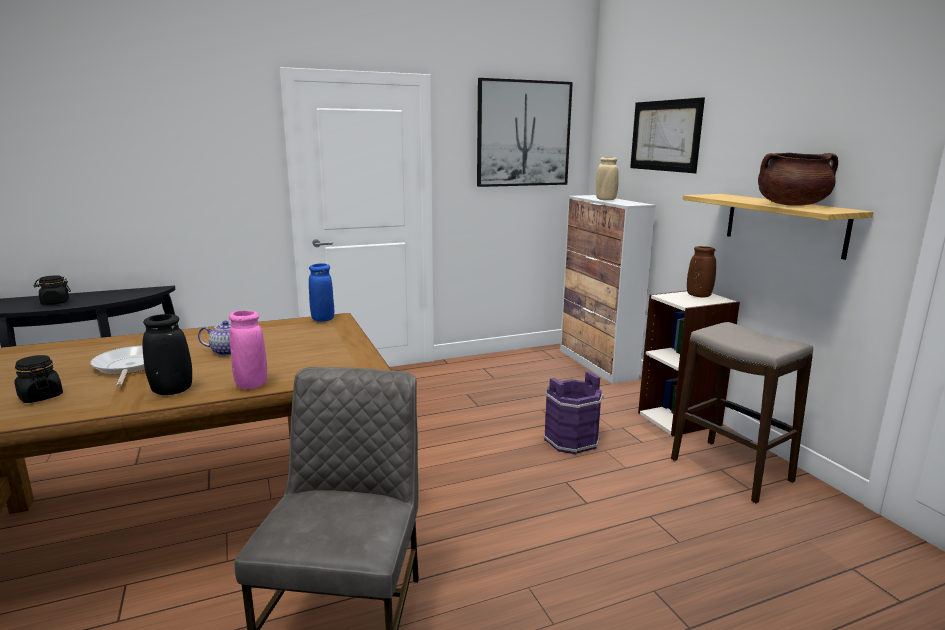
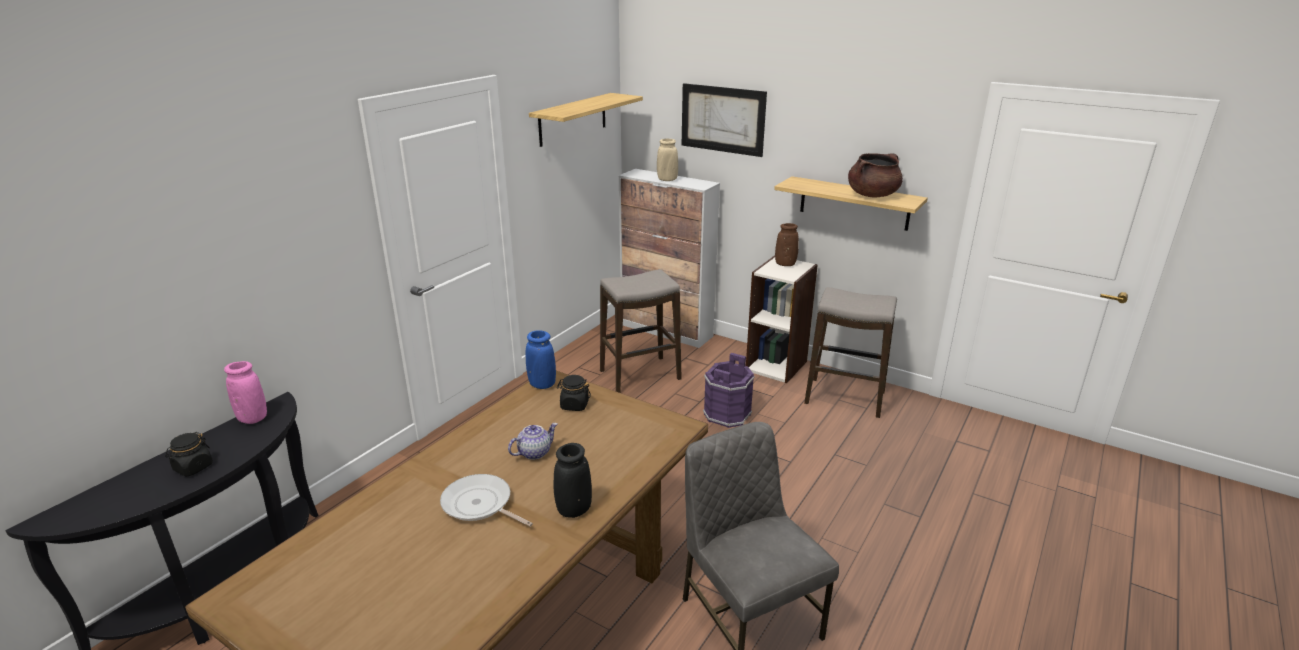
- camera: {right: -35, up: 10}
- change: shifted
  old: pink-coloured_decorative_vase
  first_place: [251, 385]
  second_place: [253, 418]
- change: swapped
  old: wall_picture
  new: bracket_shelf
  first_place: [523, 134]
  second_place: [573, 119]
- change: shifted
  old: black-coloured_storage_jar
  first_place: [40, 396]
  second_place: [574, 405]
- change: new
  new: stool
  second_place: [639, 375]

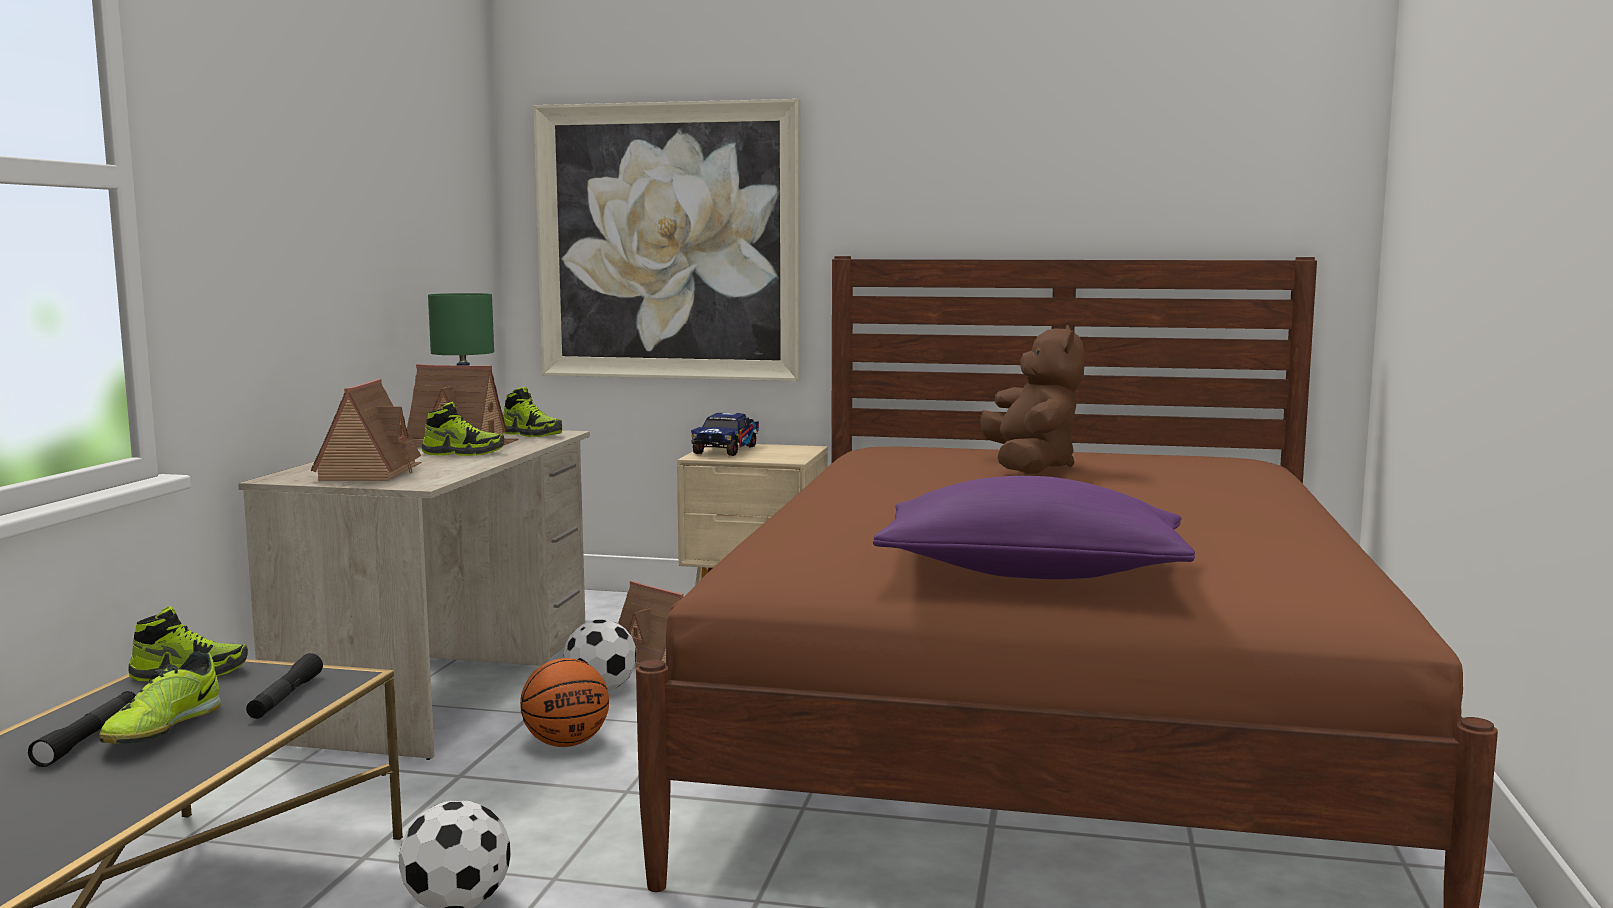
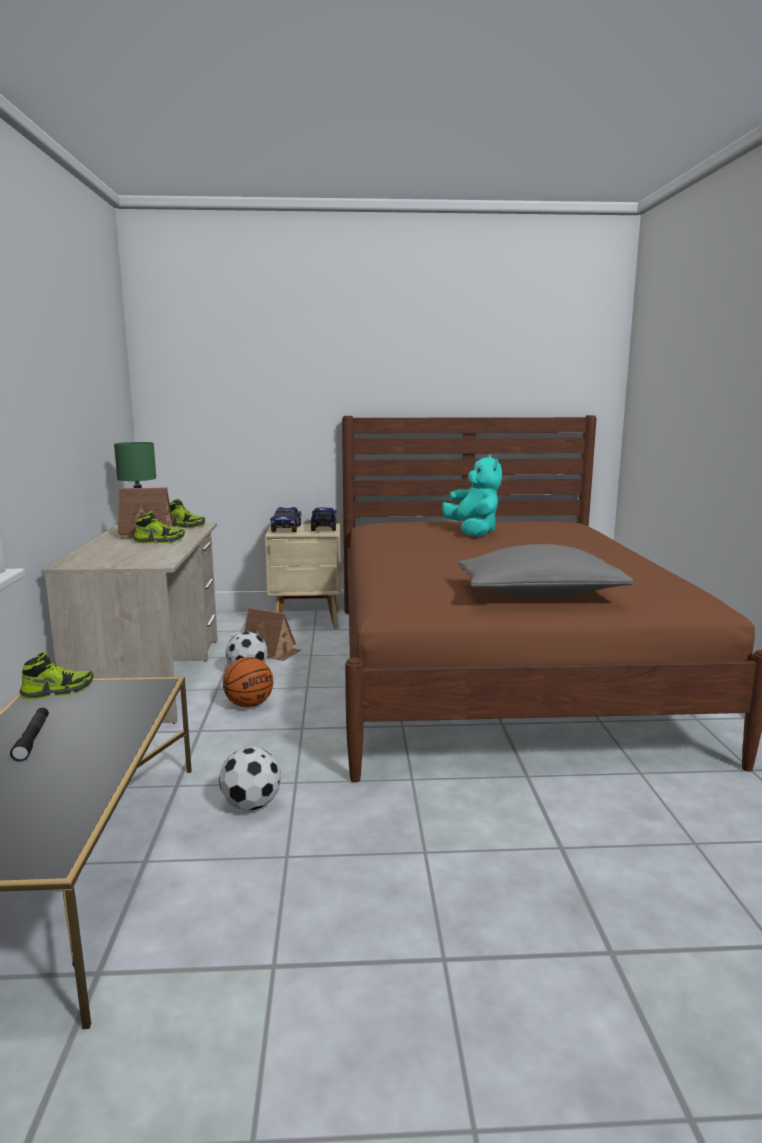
- camera: {right: -15, up: 5}
- change: new
  new: toy_lorry
  second_place: [323, 528]
- change: repainted
  old: brown-coloured_soft_toy
  new: blue-green_soft_toy
  first_place: [1030, 467]
  second_place: [473, 532]
- change: repainted
  old: purple-coloured_throw_pillow
  new: gray_throw_pillow
  first_place: [1031, 573]
  second_place: [540, 595]
- change: gone
  old: item_of_footwear
  first_place: [162, 729]
- change: gone
  old: black-coloured_torch
  first_place: [285, 697]
- change: gone
  old: miniature_house
  first_place: [370, 472]
- change: gone
  old: wall_picture
  first_place: [668, 242]

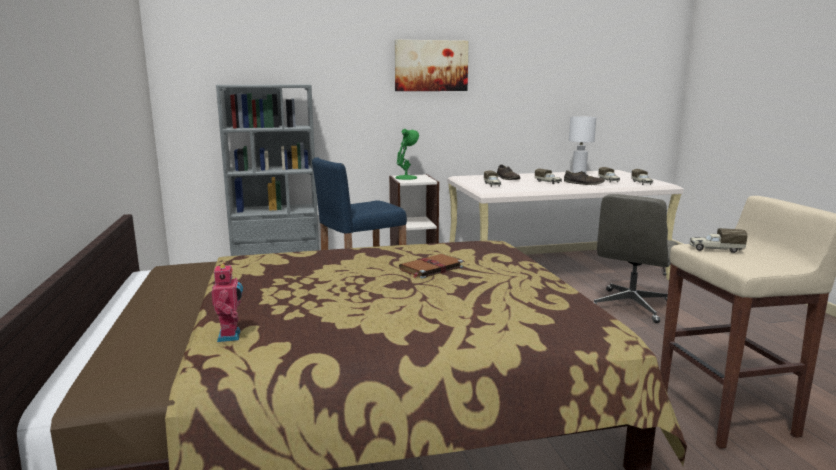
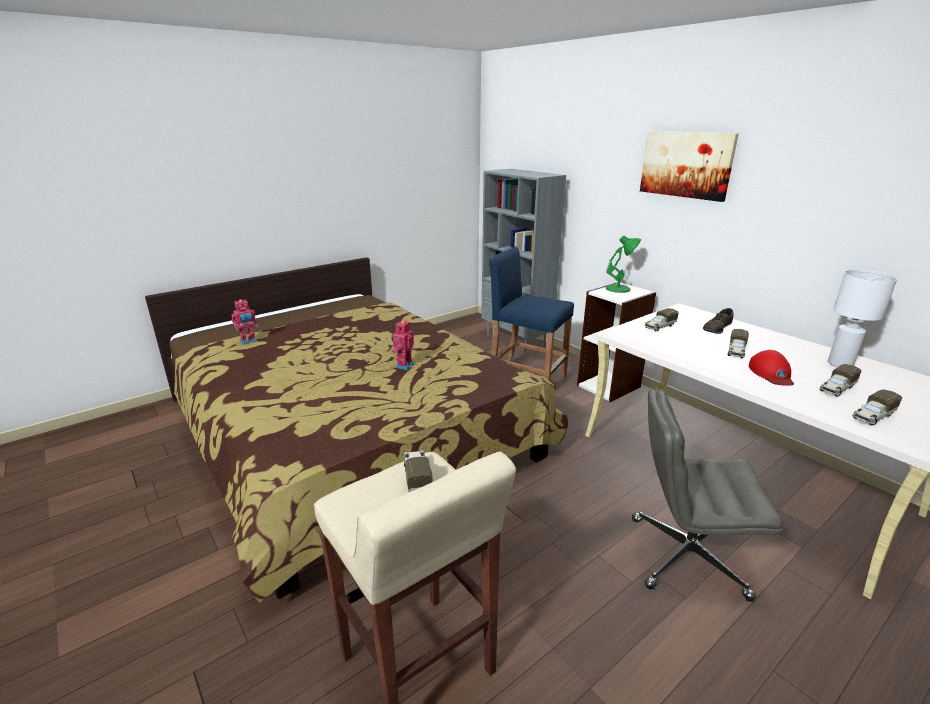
- camera: {right: 65, up: 10}
- change: swapped
  old: brown-coloured_book
  new: robot_figure
  first_place: [430, 268]
  second_place: [404, 365]
- change: swapped
  old: brown-coloured_item_of_footwear
  new: reddish_cap
  first_place: [583, 183]
  second_place: [771, 373]

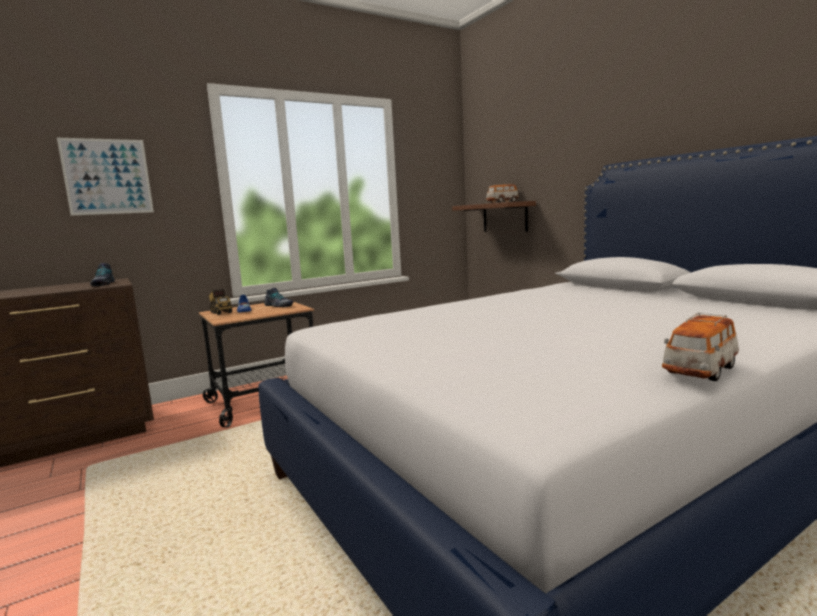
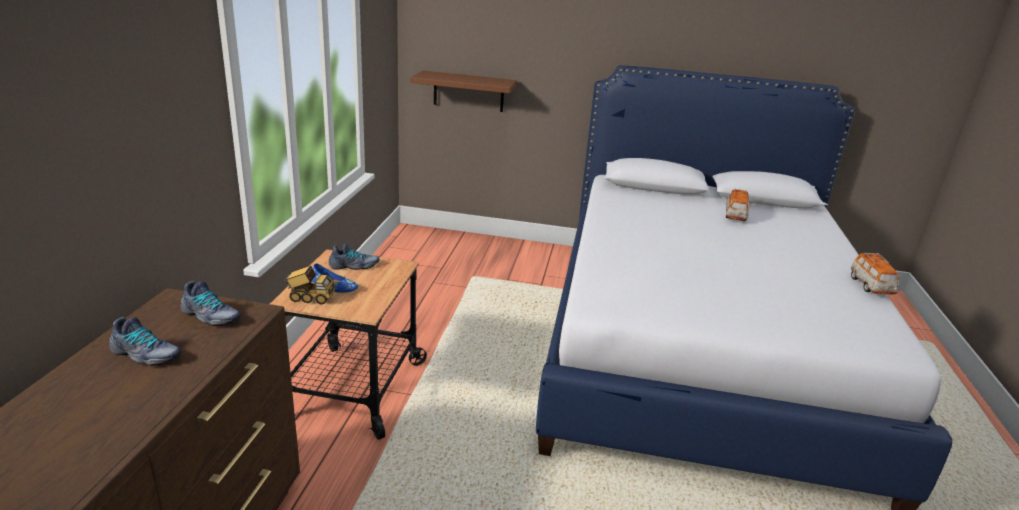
- camera: {right: -50, up: 15}
- change: new
  new: item_of_footwear
  second_place: [145, 355]
- change: shifted
  old: toy_car
  first_place: [502, 202]
  second_place: [735, 216]
- change: gone
  old: wall_picture
  first_place: [107, 176]

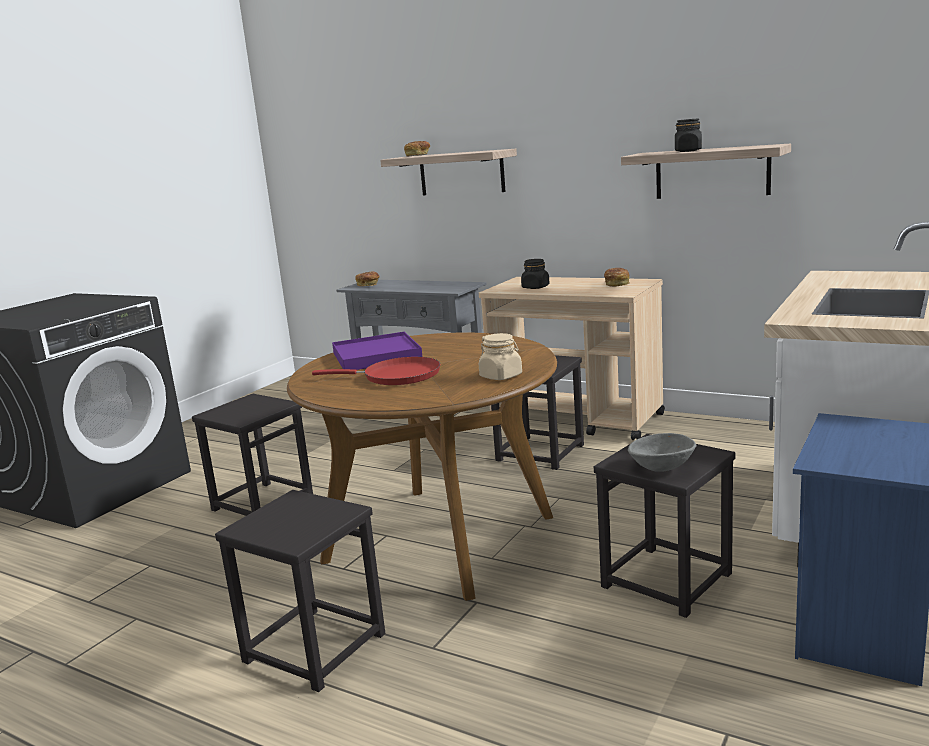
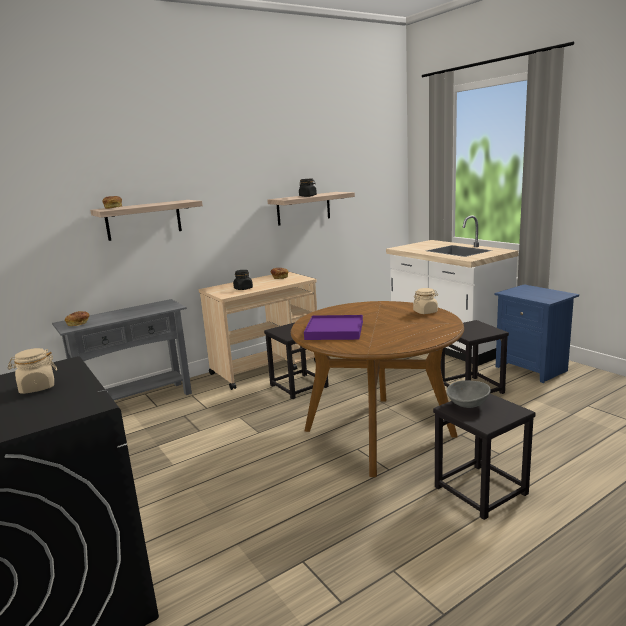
- camera: {right: -65, up: 0}
- change: new
  new: beige-coloured_storage_jar
  second_place: [37, 387]
- change: shifted
  old: gray_deep_dish
  first_place: [661, 469]
  second_place: [468, 405]
- change: gone
  old: black-coloured_stool
  first_place: [262, 503]
- change: gone
  old: reddish_frying_pan
  first_place: [396, 376]

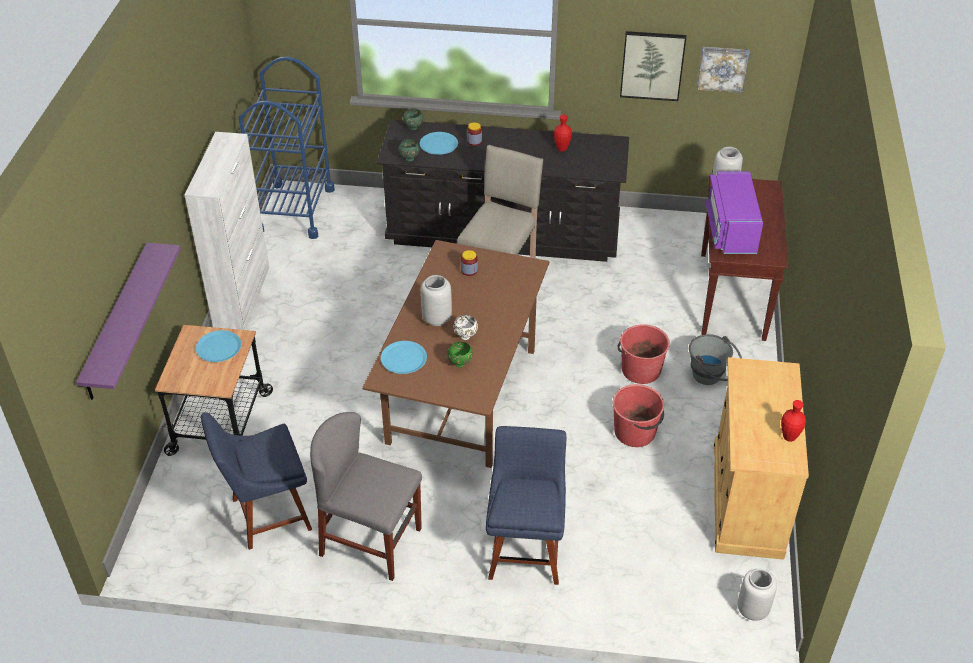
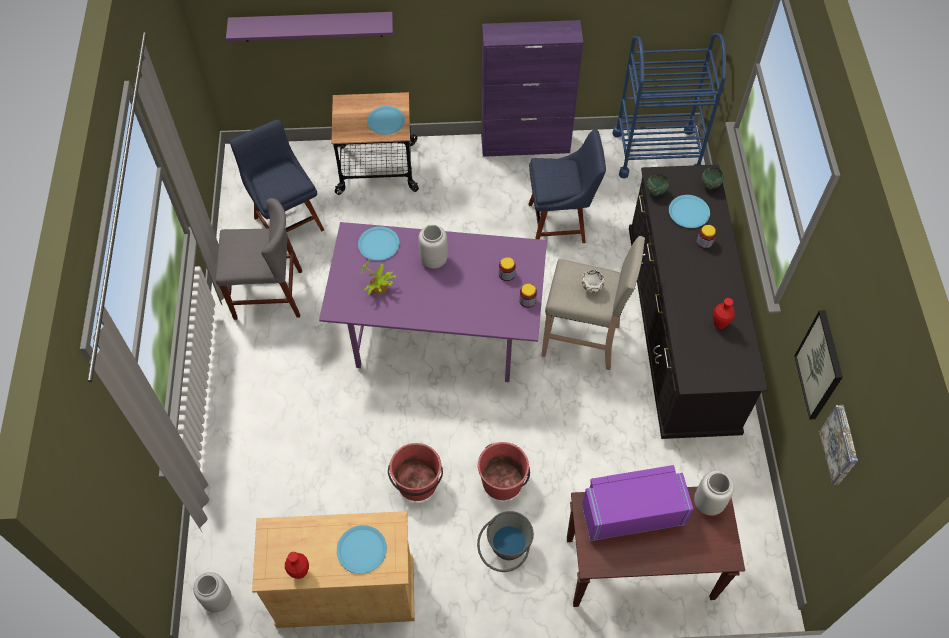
- camera: {right: 80, up: 15}
- change: rotated
  old: gray_plain_chair
  first_place: [371, 542]
  second_place: [268, 294]
  degrees: 75
- change: repainted
  old: brown-coloured_dining_table
  new: purple-coloured_dining_table
  first_place: [461, 394]
  second_place: [440, 330]
- change: new
  new: blue-coloured_plate
  second_place: [361, 550]
- change: swapped
  old: green_deep_dish
  new: houseplant
  first_place: [460, 363]
  second_place: [378, 287]
- change: repainted
  old: whitish_cupboard
  new: purple-coloured_cupboard
  first_place: [242, 297]
  second_place: [526, 144]
- change: new
  new: storage_jar
  second_place: [527, 300]
- change: shifted
  old: blue-coloured_plain_chair
  first_place: [525, 550]
  second_place: [560, 222]
- change: shifted
  old: whitish_deep_dish
  first_place: [466, 337]
  second_place: [591, 289]

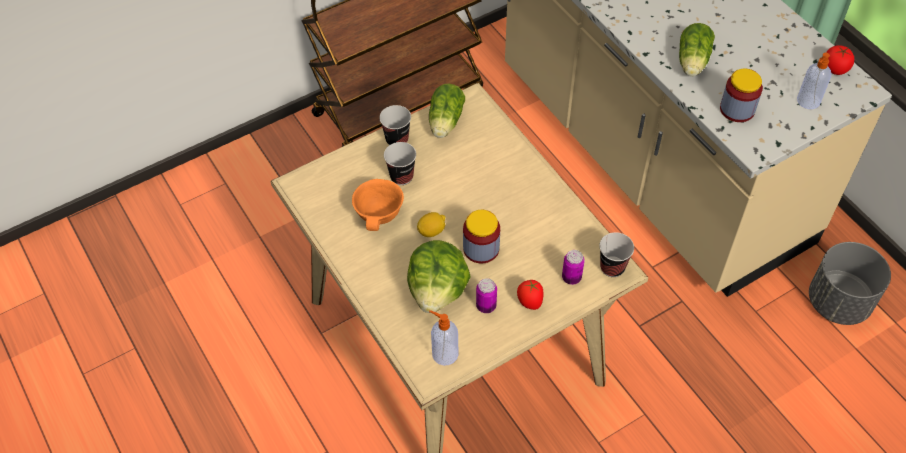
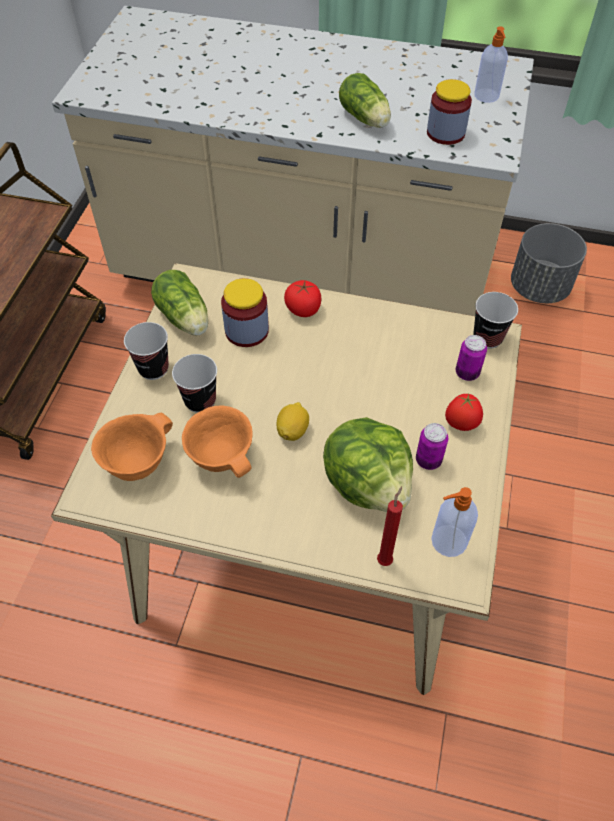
- camera: {right: -45, up: 0}
- change: new
  new: orange-coloured_deep_dish
  second_place: [137, 462]
- change: shifted
  old: storage_jar
  first_place: [481, 248]
  second_place: [246, 331]
- change: shifted
  old: fresh_tomato
  first_place: [835, 68]
  second_place: [303, 309]
- change: new
  new: reddish_wax_light
  second_place: [385, 559]

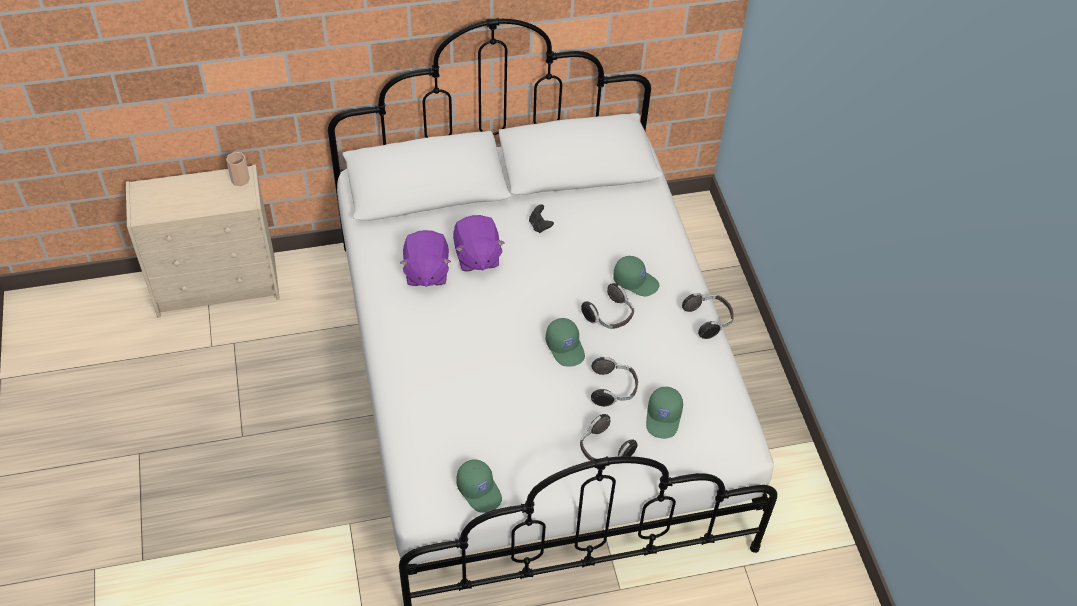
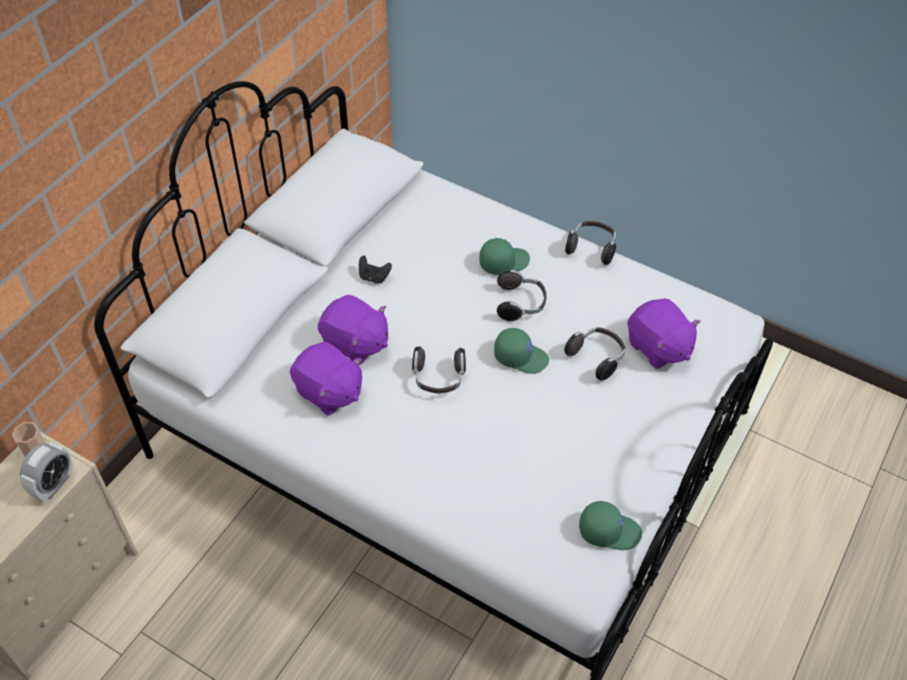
- camera: {right: -45, up: 0}
- change: new
  new: alarm_clock
  second_place: [54, 484]
- change: shifted
  old: headset
  first_place: [604, 450]
  second_place: [438, 378]
- change: swapped
  old: green_cap
  new: purple-coloured_soft_toy
  first_place: [664, 417]
  second_place: [658, 347]

